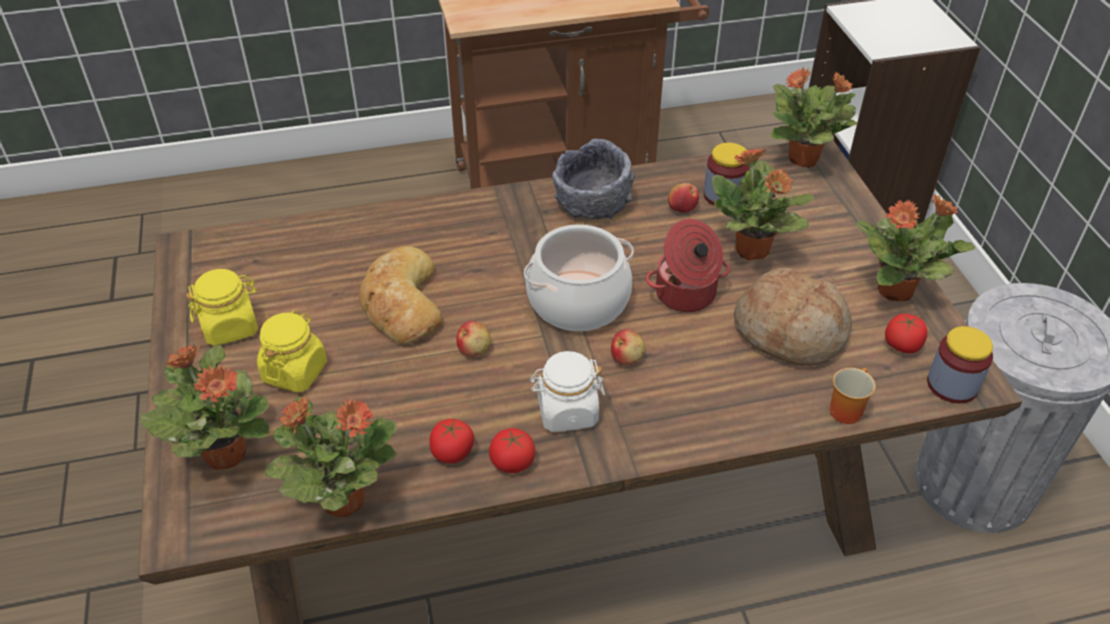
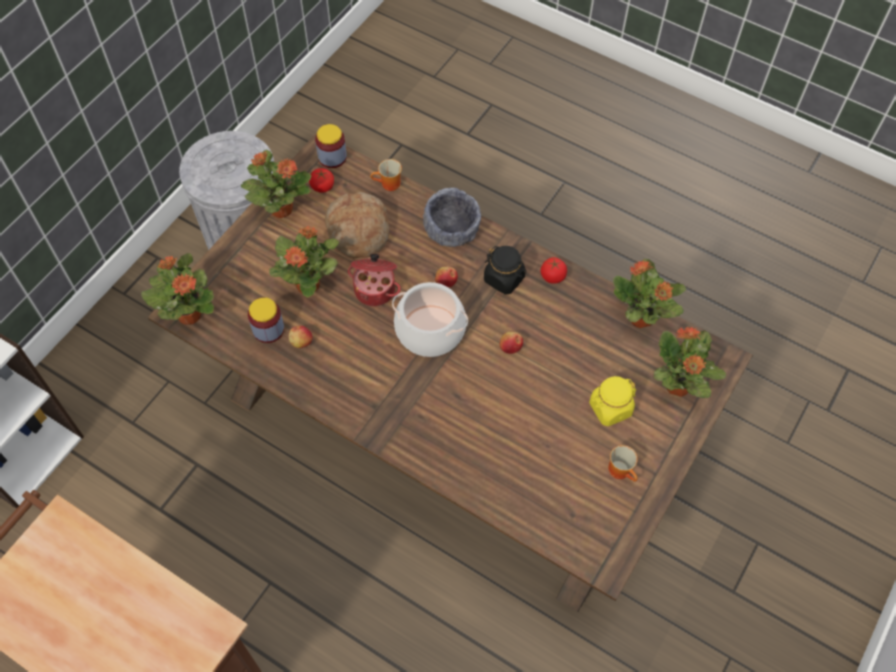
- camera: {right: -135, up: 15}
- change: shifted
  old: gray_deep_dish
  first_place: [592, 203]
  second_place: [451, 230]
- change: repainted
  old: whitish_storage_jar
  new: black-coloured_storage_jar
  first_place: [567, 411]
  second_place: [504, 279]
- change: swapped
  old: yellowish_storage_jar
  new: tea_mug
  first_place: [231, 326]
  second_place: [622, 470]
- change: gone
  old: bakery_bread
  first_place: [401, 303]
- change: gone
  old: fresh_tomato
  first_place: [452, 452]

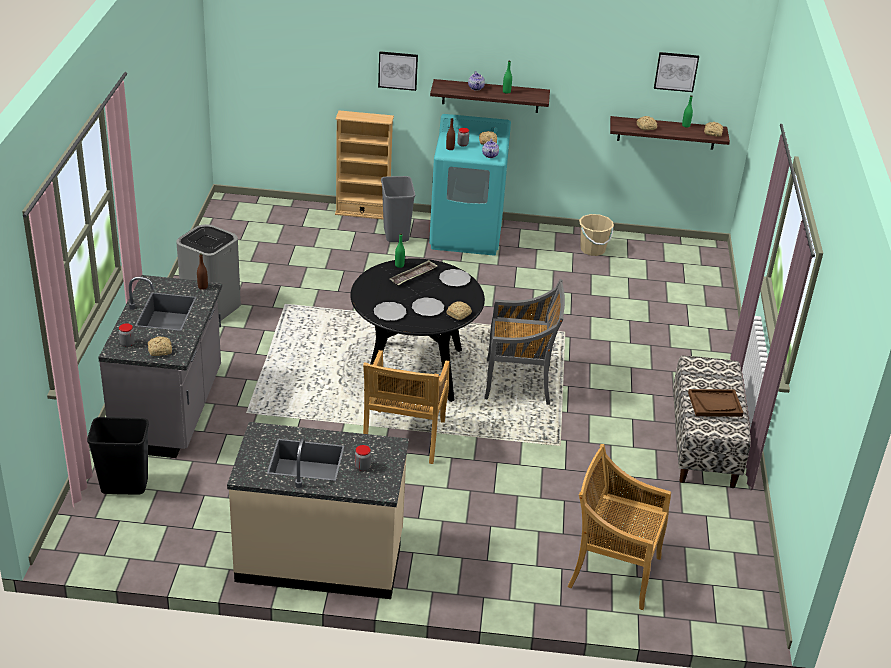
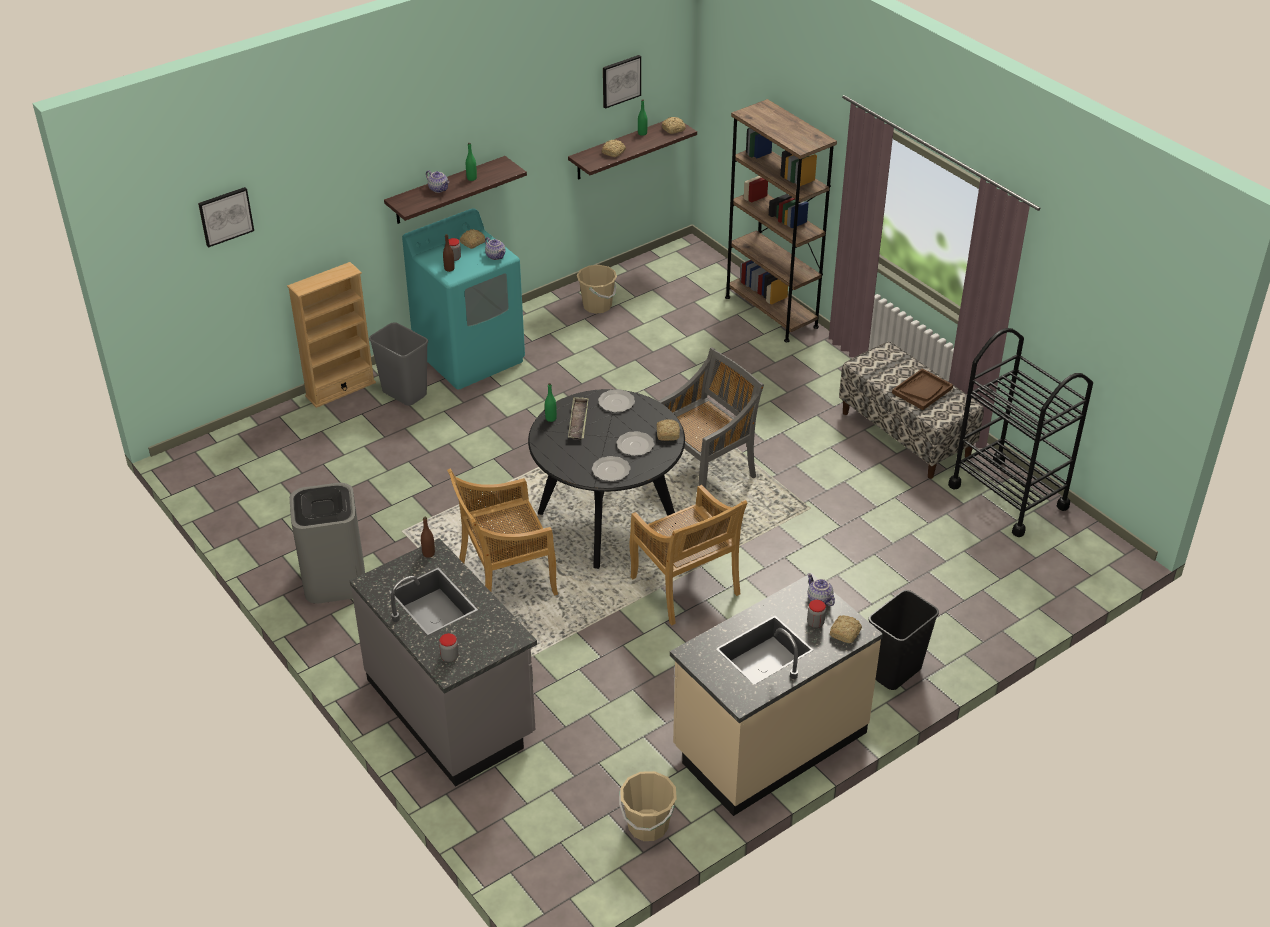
- camera: {right: -40, up: 5}
- change: shifted
  old: wall_picture
  first_place: [398, 70]
  second_place: [225, 216]
- change: shifted
  old: beige-coloured_plain_chair
  first_place: [612, 571]
  second_place: [505, 579]
- change: new
  new: beige-coloured_water_bucket
  second_place: [648, 825]
- change: new
  new: brown-coloured_bookcase
  second_place: [771, 312]
- change: new
  new: tea_pot
  second_place: [819, 599]
- change: shifted
  old: bakery_bread
  first_place: [161, 350]
  second_place: [846, 633]
- change: shifted
  old: black-coloured_rubbish_bin
  first_place: [125, 485]
  second_place: [894, 671]
- change: new
  new: black-coloured_trolley
  second_place: [1008, 496]

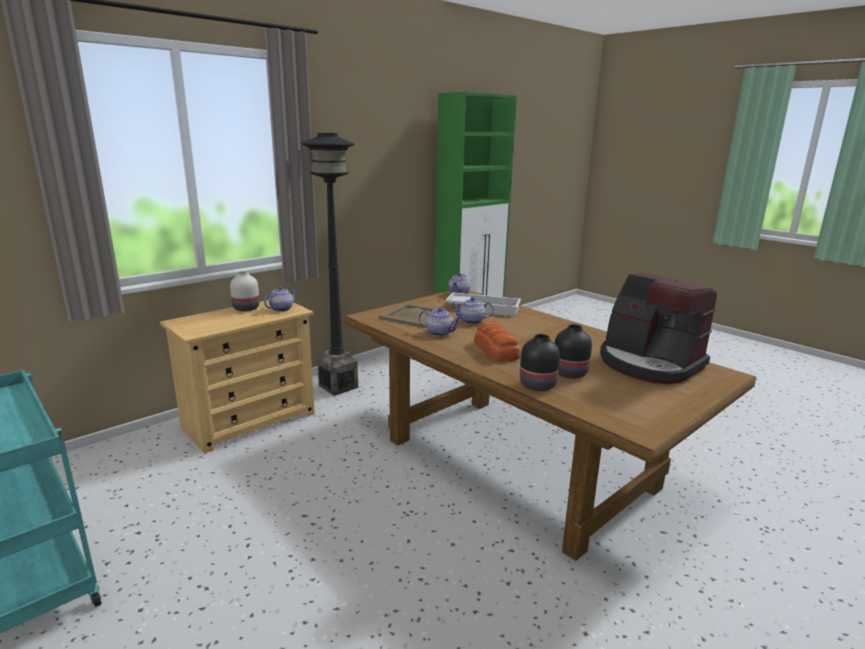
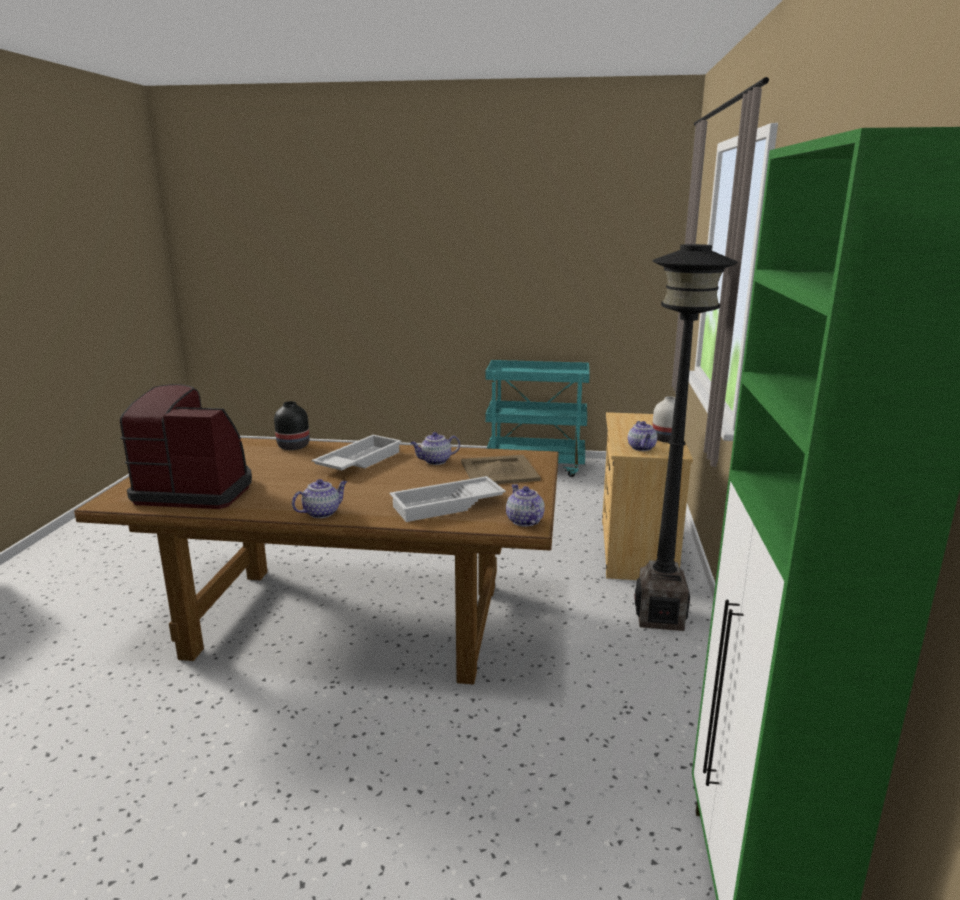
- camera: {right: 140, up: 0}
- change: shifted
  old: tea_pot
  first_place: [471, 321]
  second_place: [322, 512]
- change: swapped
  old: bakery_bread
  new: whitish_tray
  first_place: [496, 350]
  second_place: [358, 461]
- change: gone
  old: black-coloured_decorative_vase
  first_place: [570, 373]

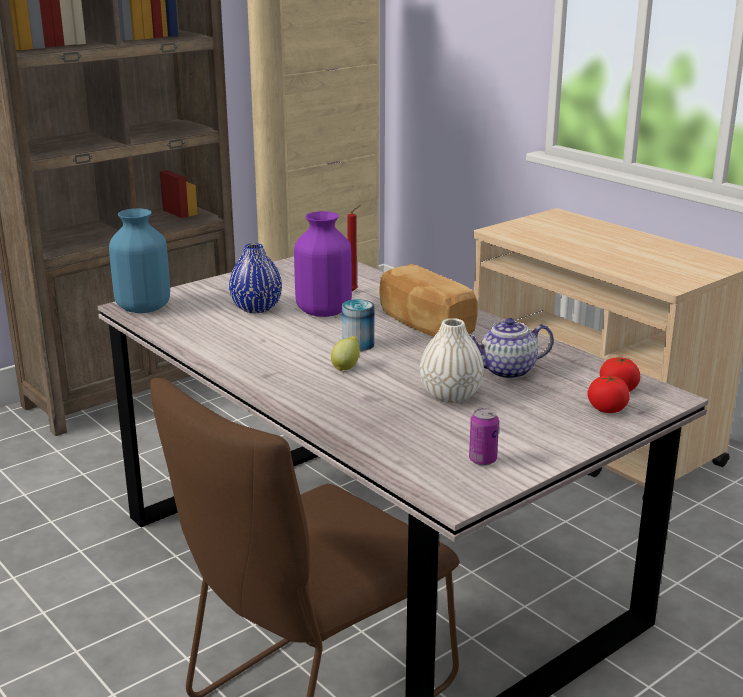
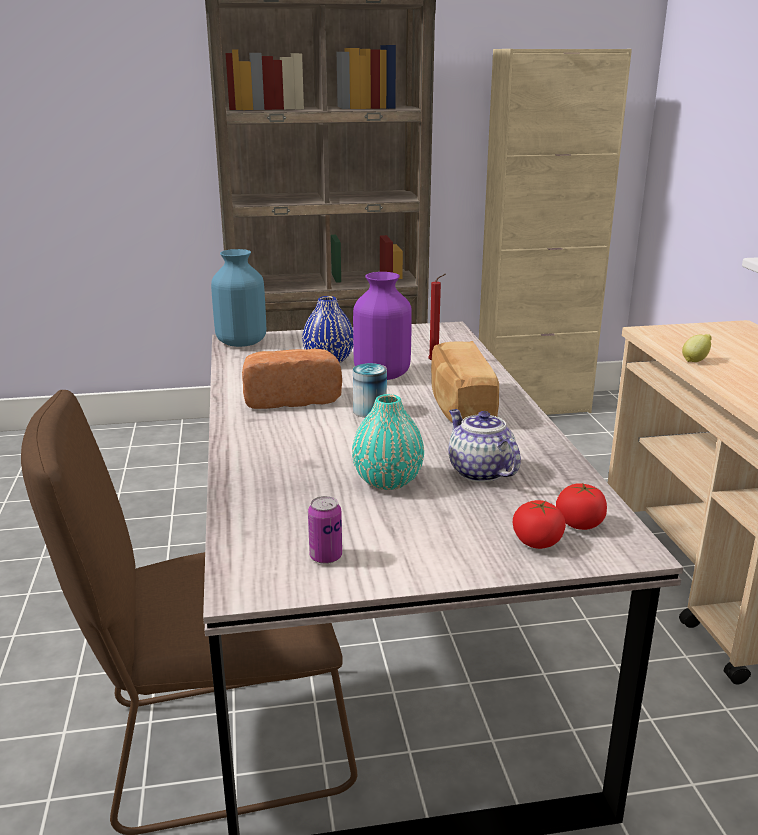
- camera: {right: 30, up: 0}
- change: new
  new: bakery_bread
  second_place: [291, 398]
- change: repainted
  old: whitish_decorative_vase
  new: blue-green_decorative_vase
  first_place: [450, 395]
  second_place: [387, 481]
- change: rotated
  old: tea_pot
  first_place: [506, 371]
  second_place: [479, 471]
  degrees: 45
- change: shifted
  old: whole_lemon
  first_place: [346, 367]
  second_place: [695, 360]

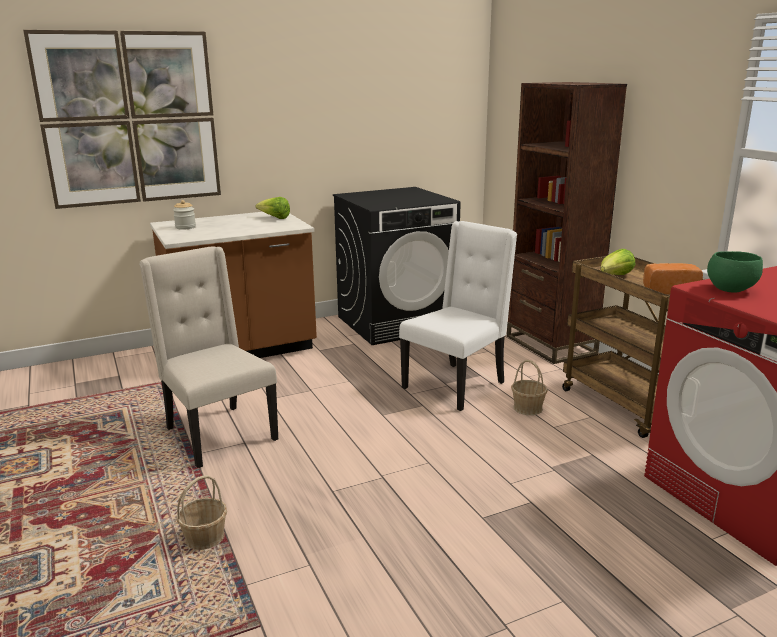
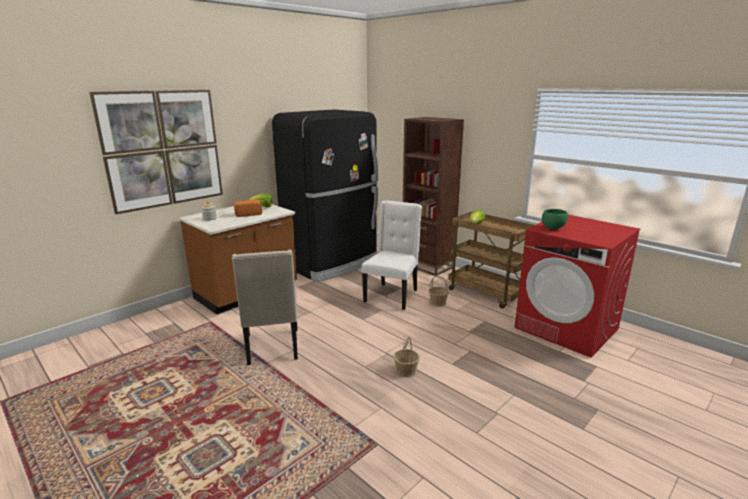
- camera: {right: -20, up: 0}
- change: rotated
  old: beige-coloured_plain_chair
  first_place: [218, 434]
  second_place: [272, 348]
  degrees: -135
- change: shifted
  old: bakery_bread
  first_place: [668, 290]
  second_place: [248, 214]
- change: swapped
  old: black-coloured_laundry_appliance
  new: black-coloured_fridge
  first_place: [396, 322]
  second_place: [333, 263]
- change: shifted
  old: basket
  first_place: [205, 538]
  second_place: [406, 370]

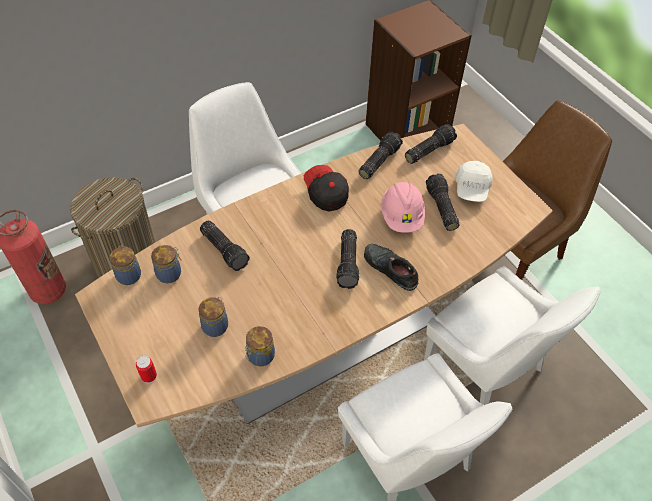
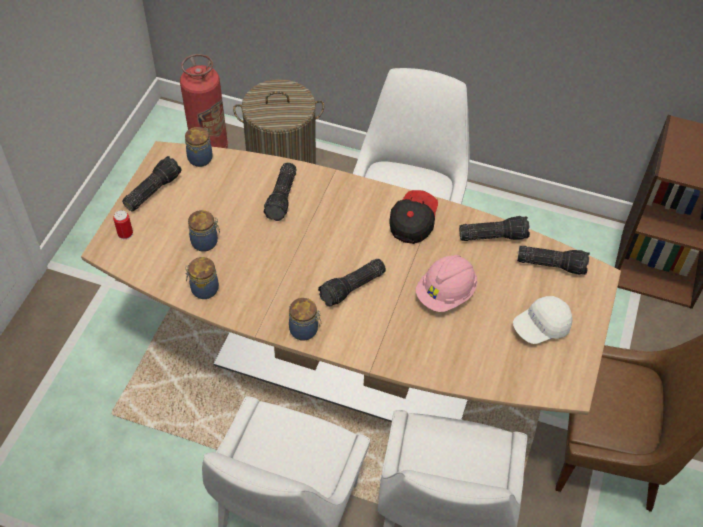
- camera: {right: 50, up: 0}
- change: shifted
  old: torch
  first_place: [440, 208]
  second_place: [152, 190]
- change: shifted
  old: storage_jar
  first_place: [170, 273]
  second_place: [305, 330]
- change: gone
  old: black-coloured_item_of_footwear
  first_place: [389, 269]

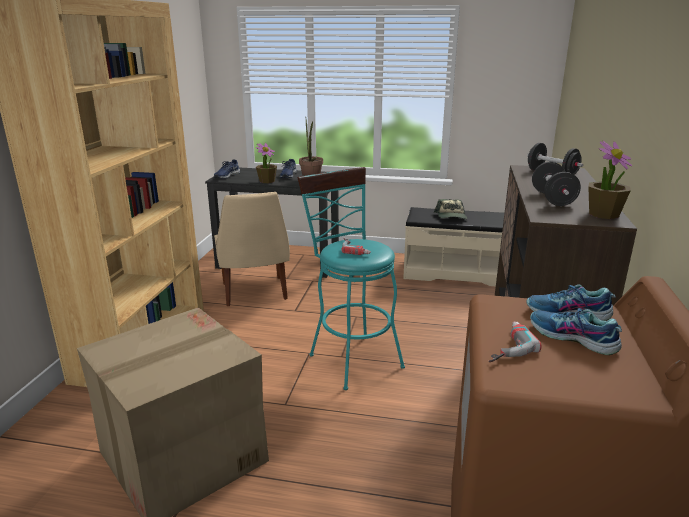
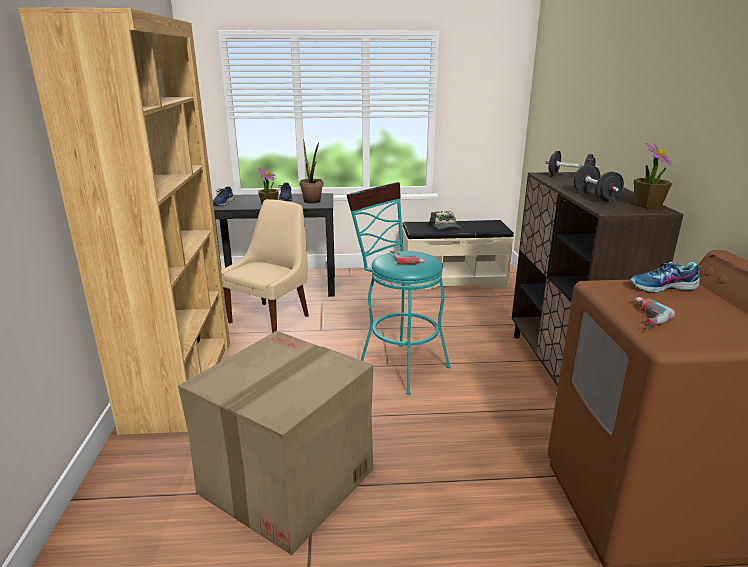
- camera: {right: -15, up: 0}
- change: rotated
  old: beige-coloured_plain_chair
  first_place: [254, 292]
  second_place: [271, 318]
  degrees: -120
- change: gone
  old: item_of_footwear
  first_place: [572, 338]

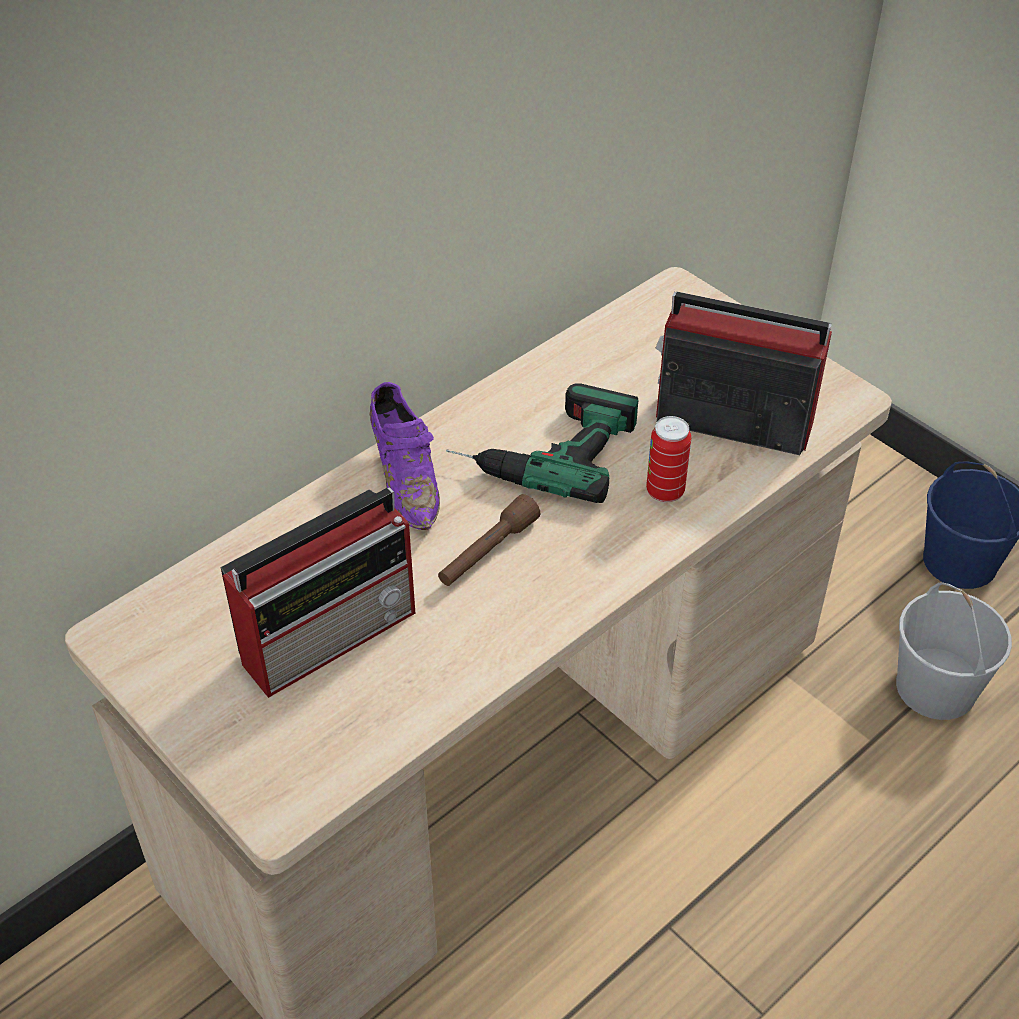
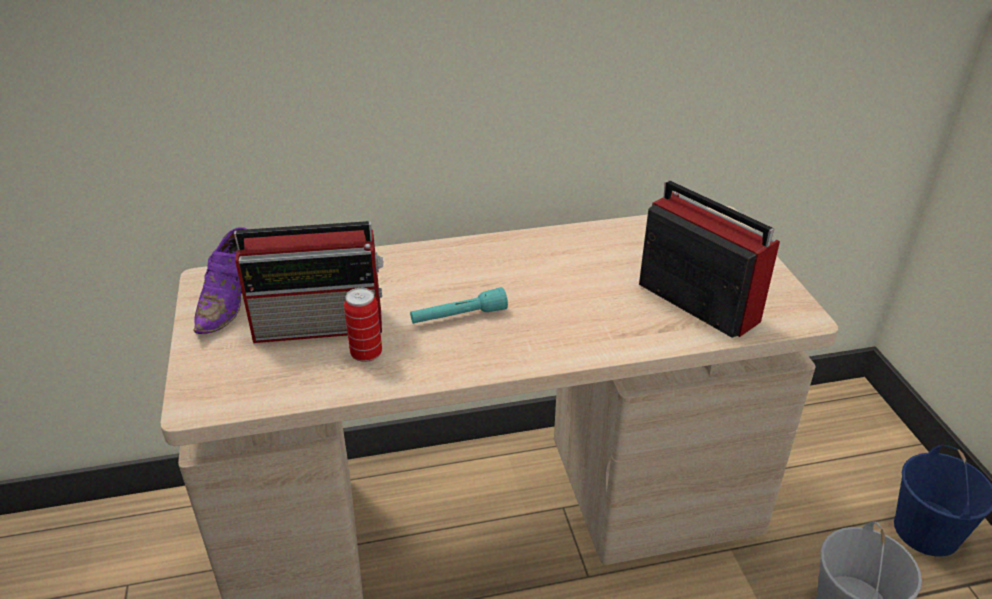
- camera: {right: 30, up: -10}
- change: shifted
  old: purple-coloured_item_of_footwear
  first_place: [406, 479]
  second_place: [231, 302]
- change: shifted
  old: sealed_can
  first_place: [665, 491]
  second_place: [366, 354]
- change: repainted
  old: brown-coloured_torch
  new: blue-green_torch
  first_place: [487, 552]
  second_place: [458, 316]
- change: gone
  old: electric_drill
  first_place: [542, 447]

